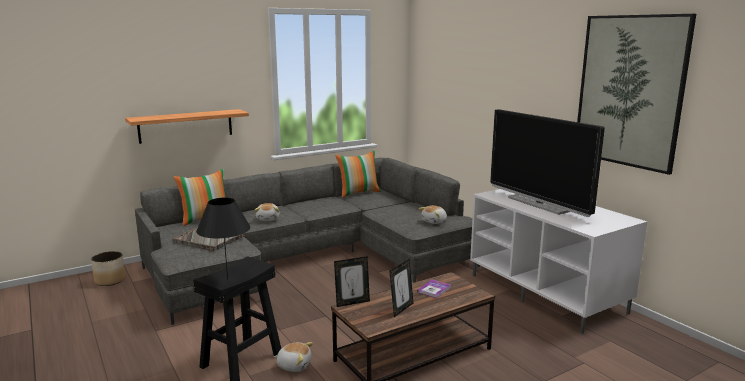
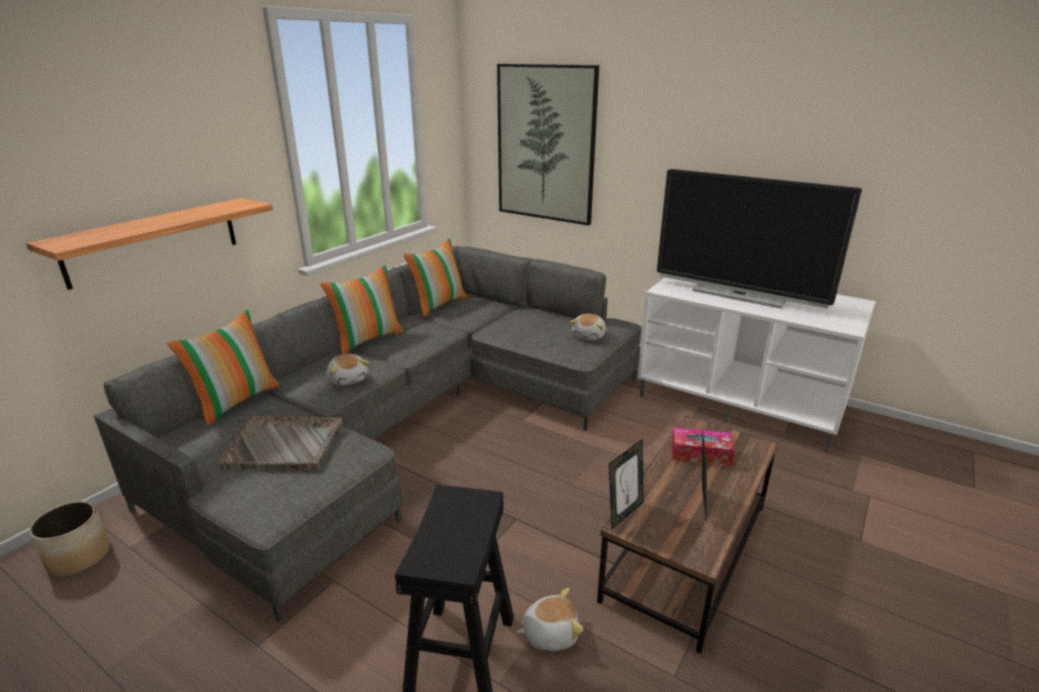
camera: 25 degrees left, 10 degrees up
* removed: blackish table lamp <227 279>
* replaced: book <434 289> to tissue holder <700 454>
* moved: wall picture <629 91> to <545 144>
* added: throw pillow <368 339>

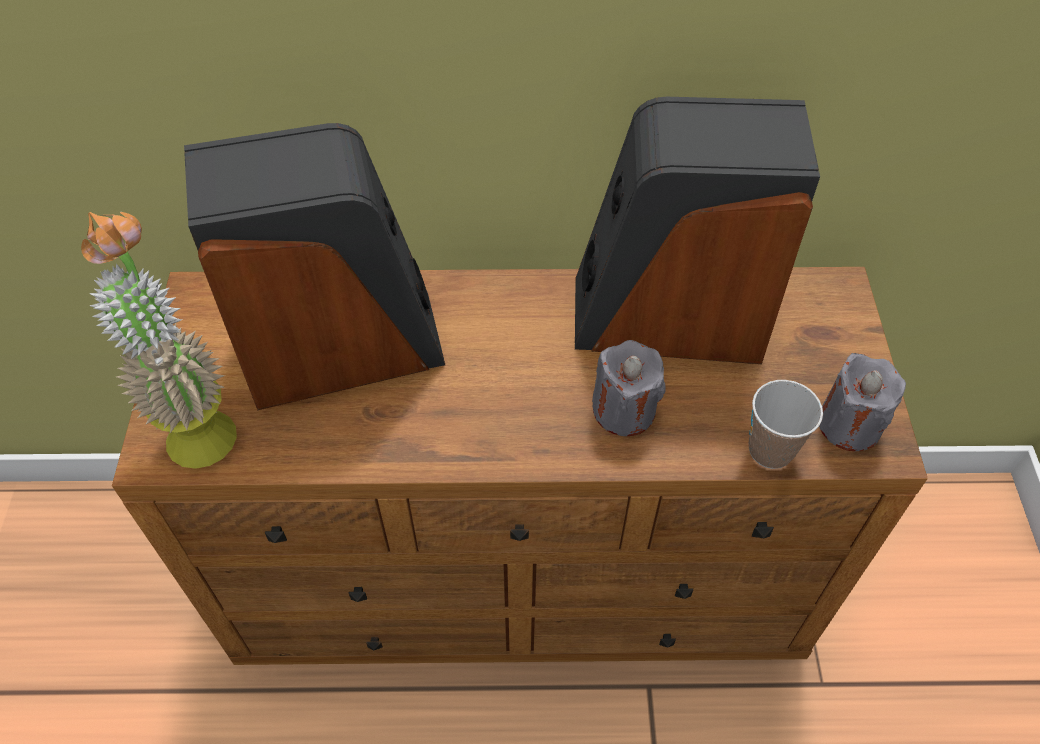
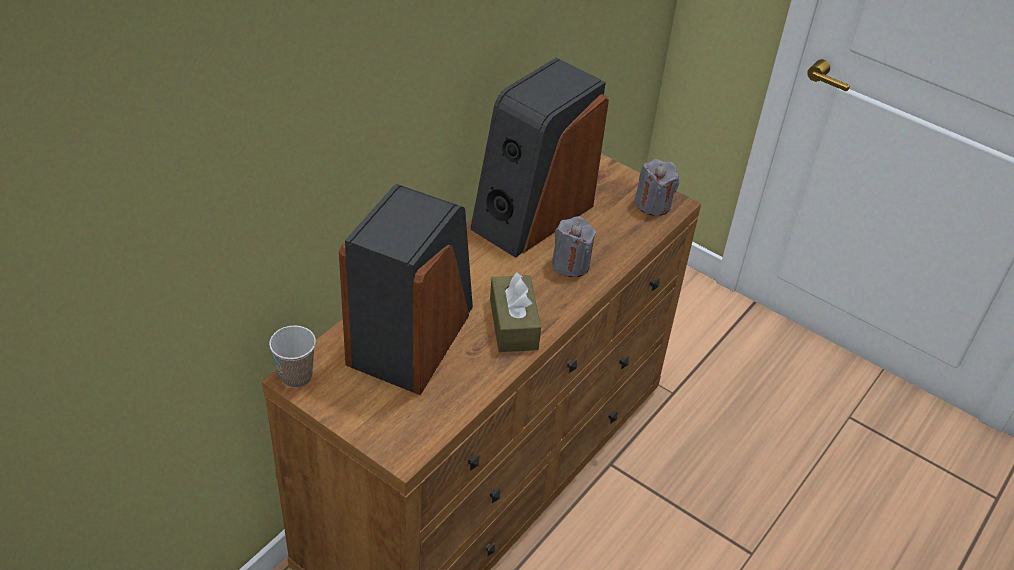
camera: 55 degrees left, 10 degrees down
* removed: plant in a pot <195 424>
* moved: drinking cup <770 450> to <296 377>
* added: brown-coloured tissue holder <513 324>

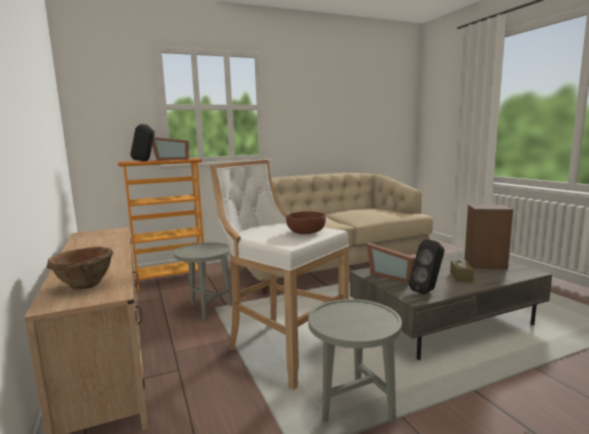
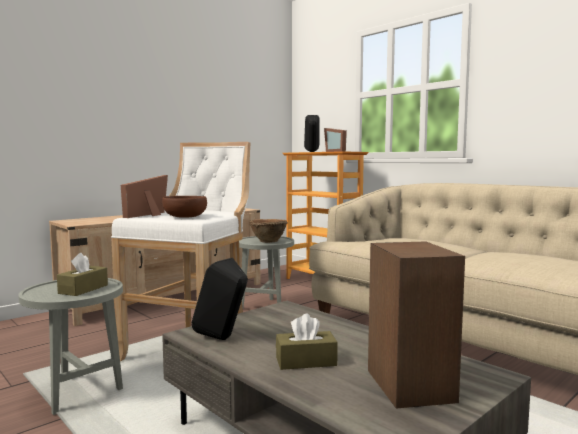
camera: 70 degrees right, 5 degrees down
* moved: brown-coloured bowl <84 285> to <268 241>
* moved: standing frame <391 276> to <151 215>
* added: brown-coloured tissue holder <83 289>

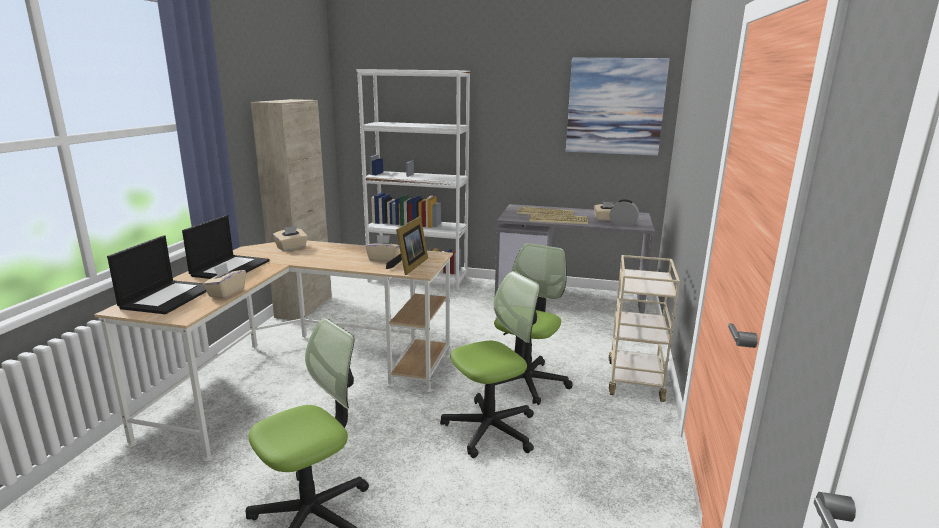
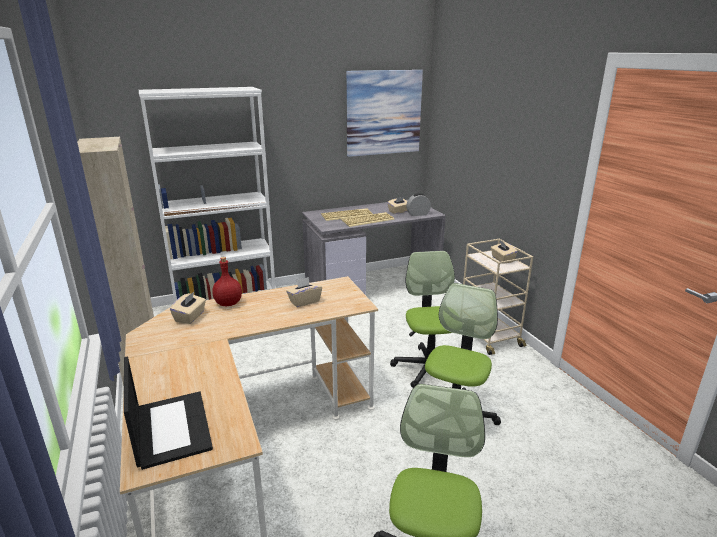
camera: 35 degrees left, 5 degrees up
* removed: notebook computer <230 268>
* moved: beige tissue holder <226 293> to <502 259>
* removed: standing frame <409 266>
* added: red drink bottle <228 303>

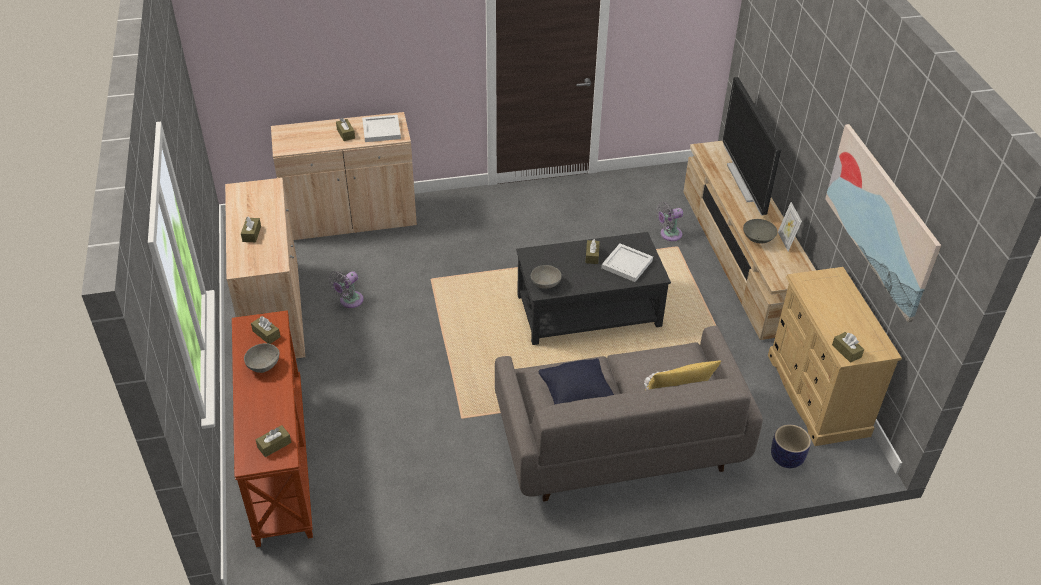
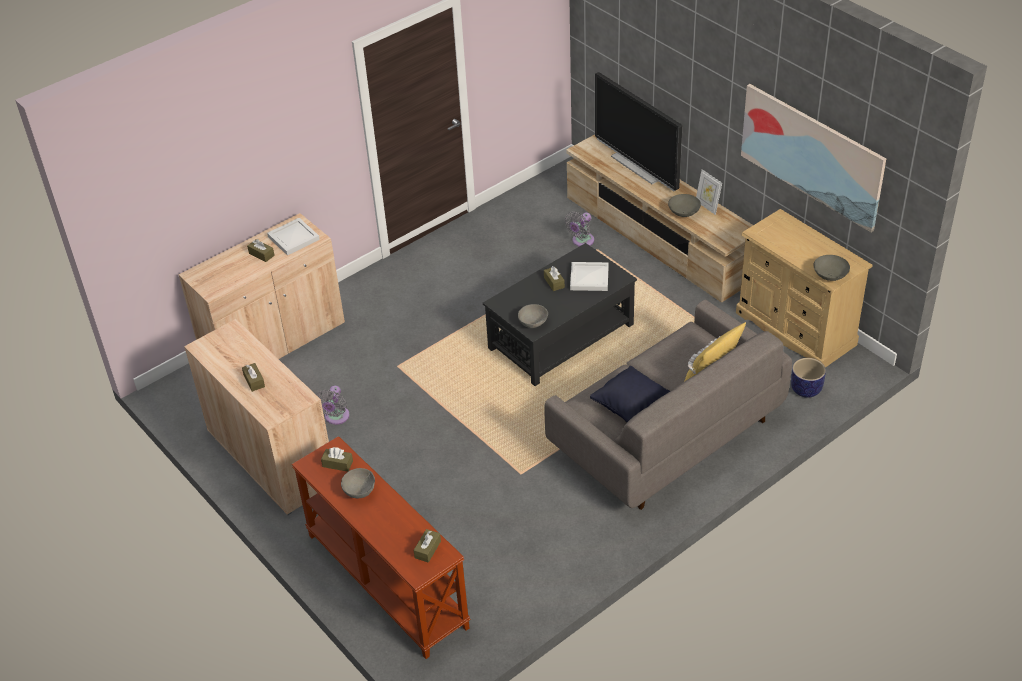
camera: 25 degrees left, 0 degrees up
* replaced: brown-coloured tissue holder <846 351> to gray bowl <829 276>

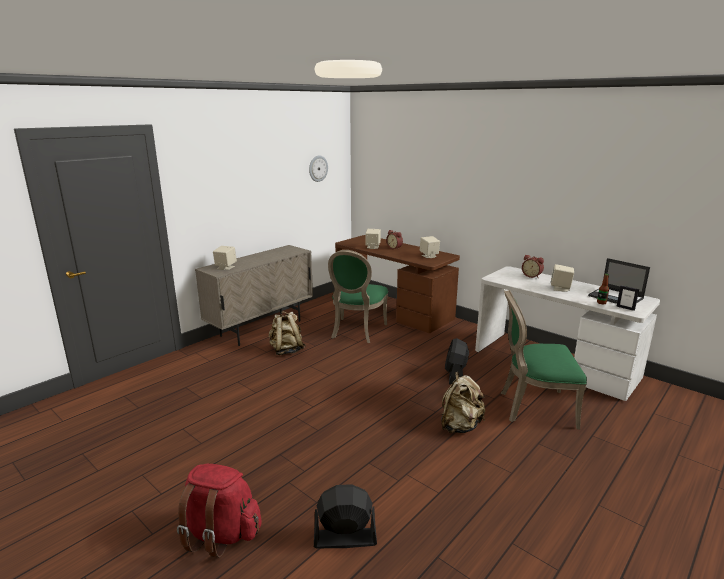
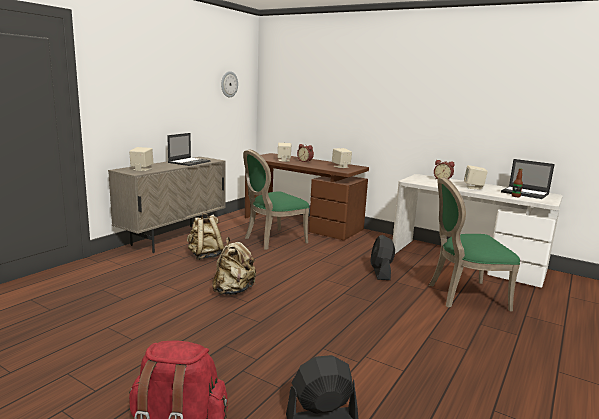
camera: 10 degrees left, 5 degrees down
* turned: green upright chair <356 331> = <272 240> 45 degrees clockwise
* moved: beige knapsack <460 426> to <233 291>
* removed: standing frame <625 308>
* added: notebook computer <189 162>

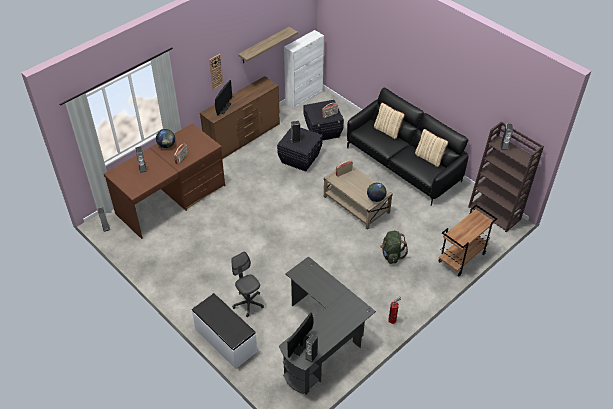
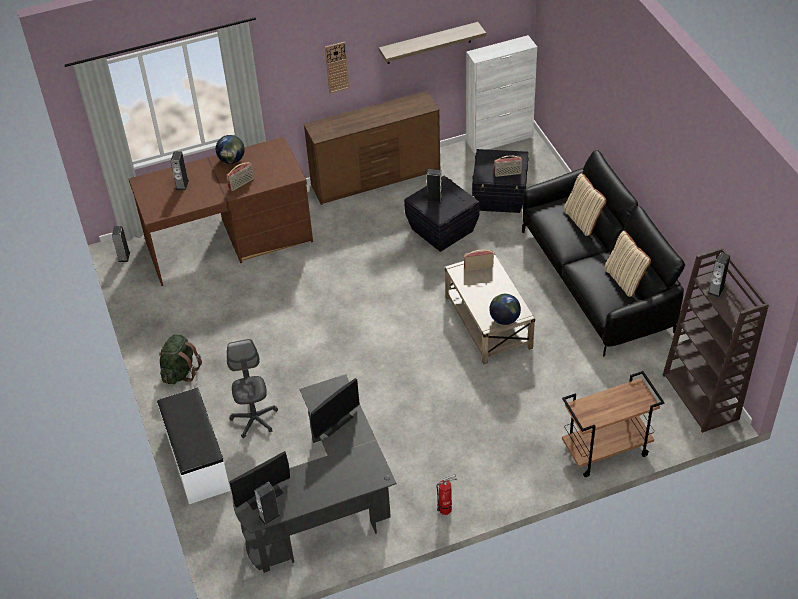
camera: 25 degrees right, 0 degrees up
* moved: monitor <223 107> to <336 422>
* moved: green knapsack <391 255> to <180 372>

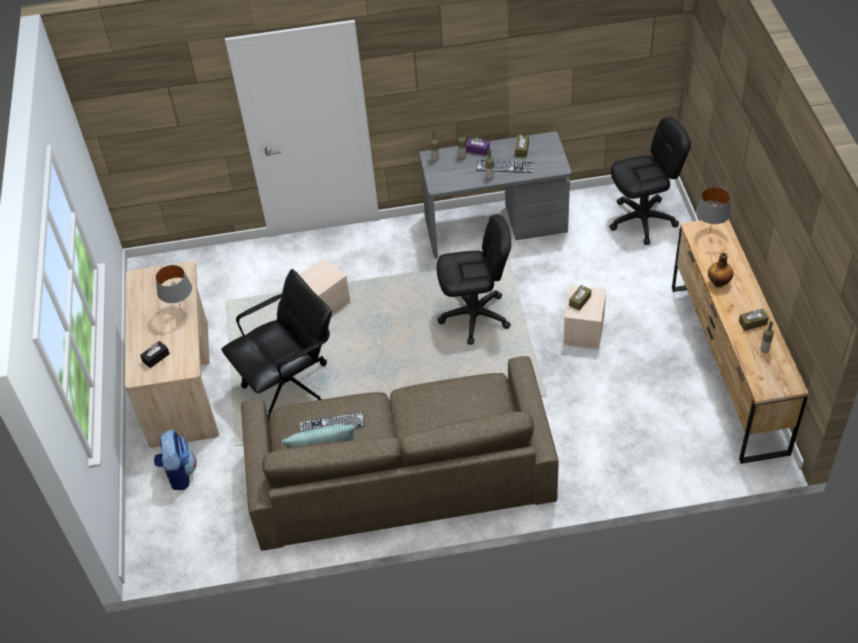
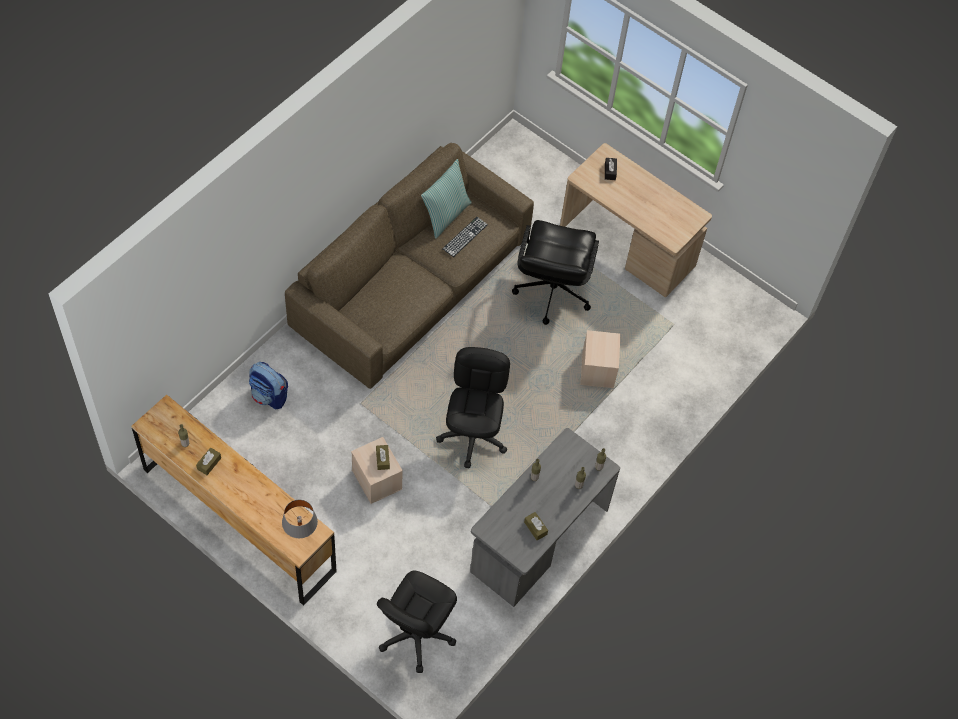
camera: 130 degrees right, 10 degrees up
* moved: knapsack <179 473> to <269 396>
* removed: gray table lamp <181 311>
* turned: blackish desk chair <475 316> = <473 436> 150 degrees clockwise
* removed: purple-coloured tissue holder <477 150>
* removed: PC keyboard <505 166>
* removed: drink bottle <719 282>

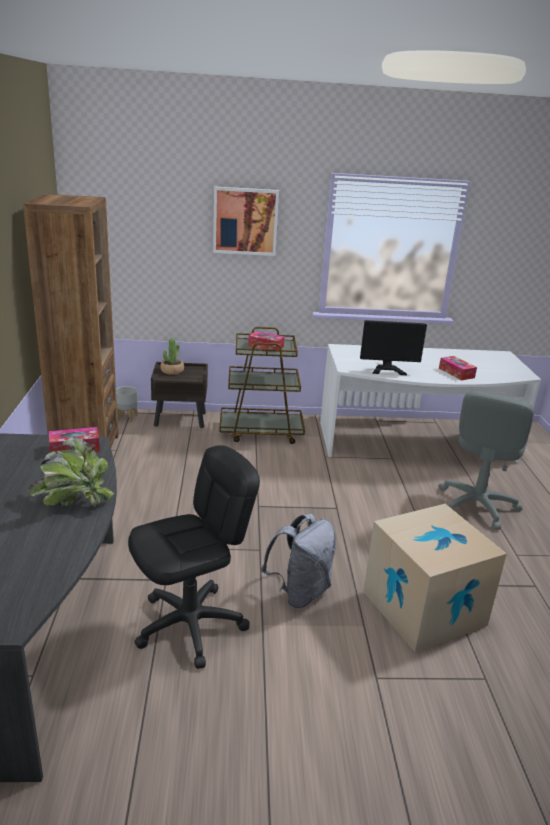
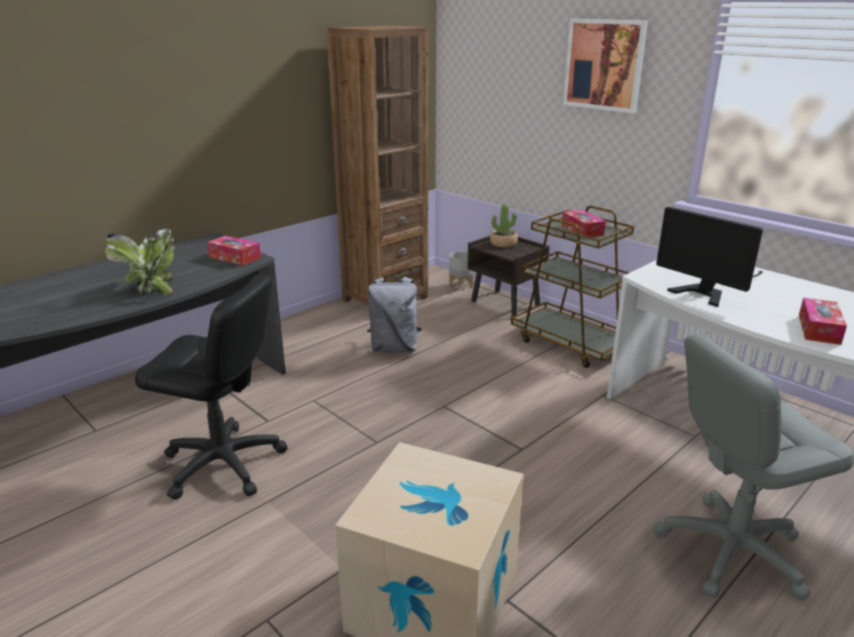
camera: 50 degrees right, 0 degrees up
* moved: gray knapsack <300 592> to <394 348>

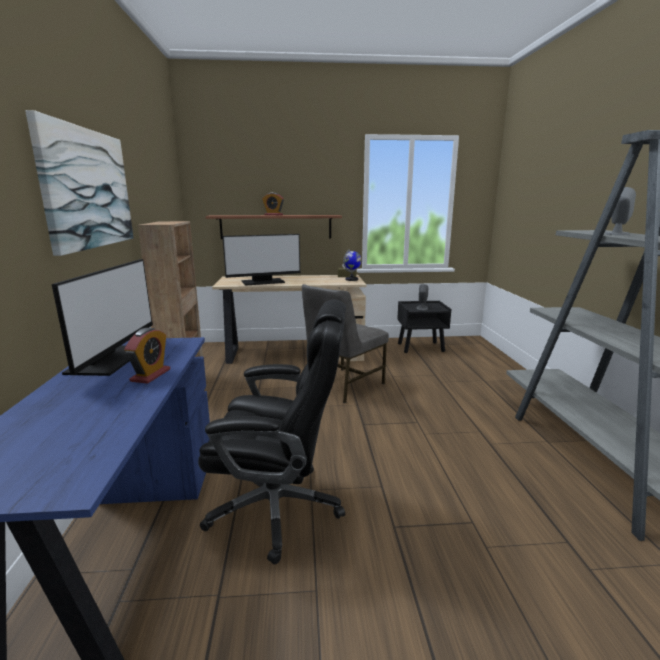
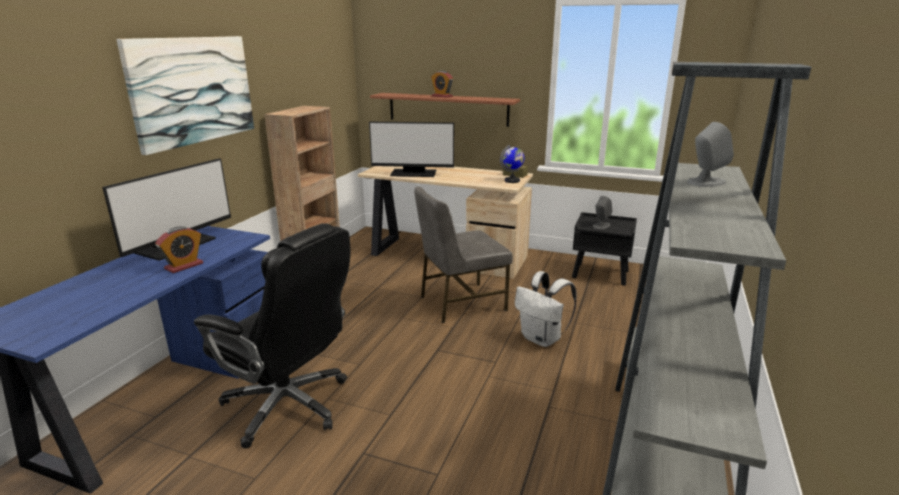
camera: 25 degrees right, 5 degrees up
* added: white-coloured knapsack <542 339>

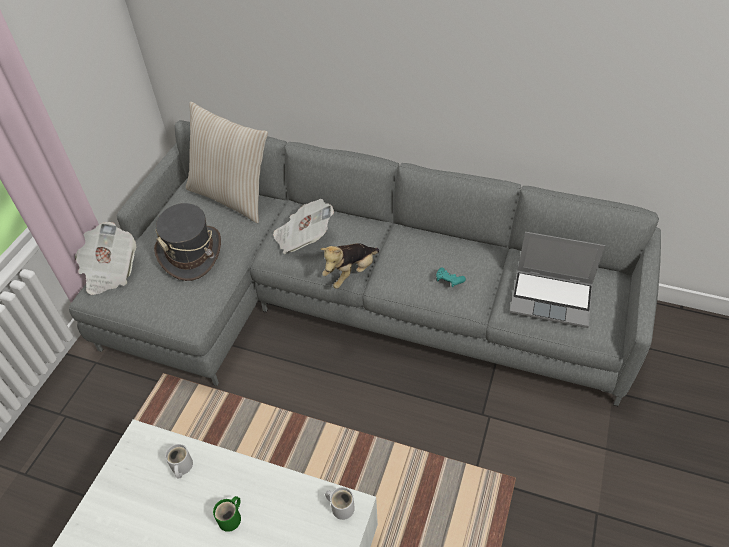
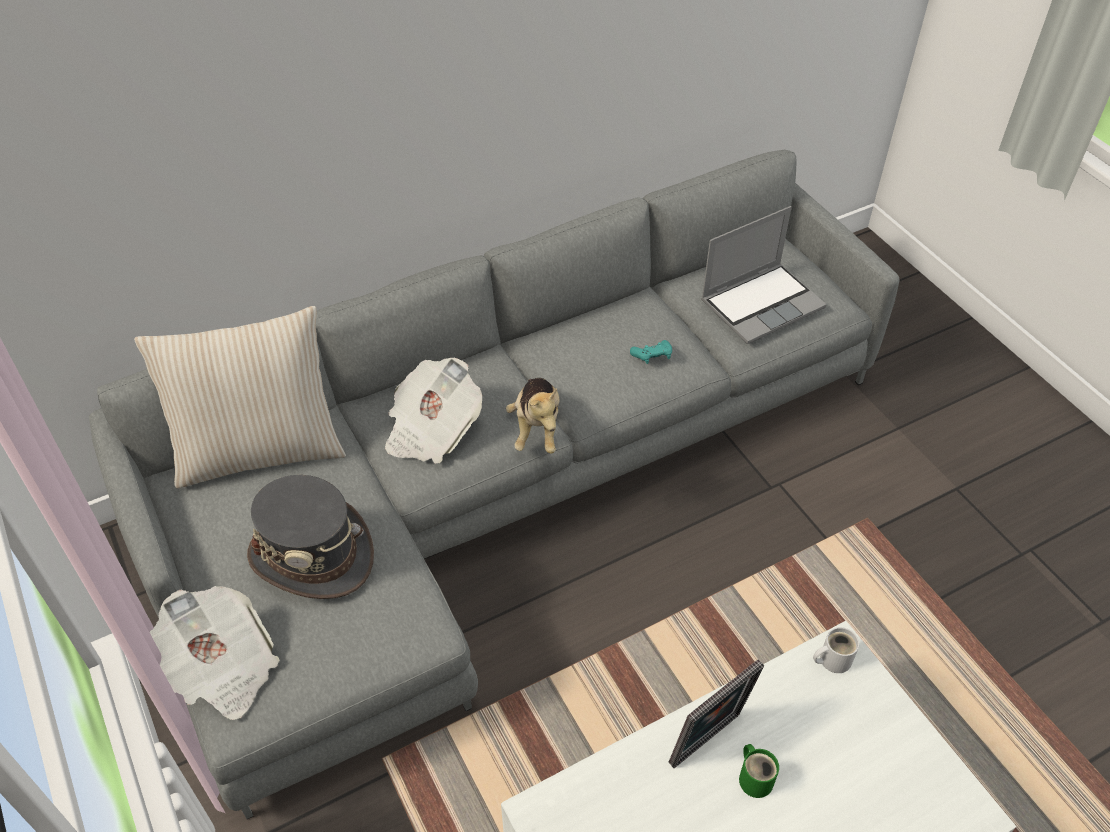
camera: 50 degrees left, 0 degrees up
* removed: white-coloured mug <181 467>
* added: standing frame <708 743>

